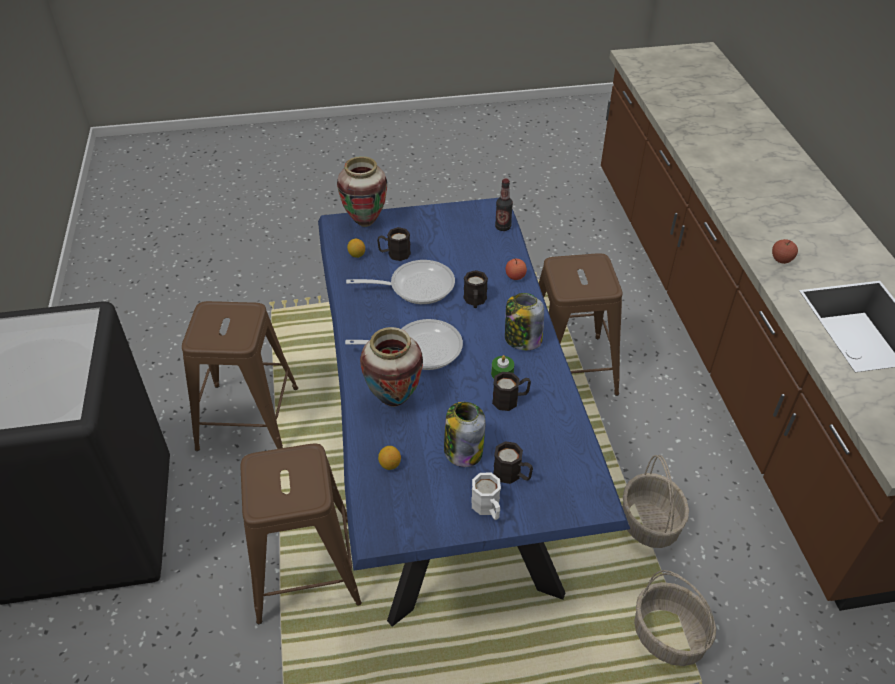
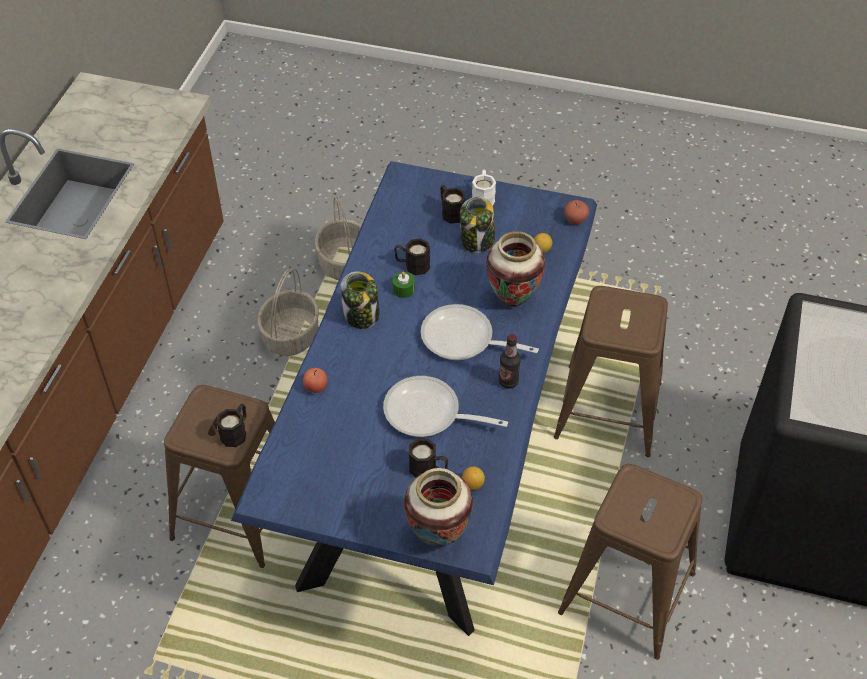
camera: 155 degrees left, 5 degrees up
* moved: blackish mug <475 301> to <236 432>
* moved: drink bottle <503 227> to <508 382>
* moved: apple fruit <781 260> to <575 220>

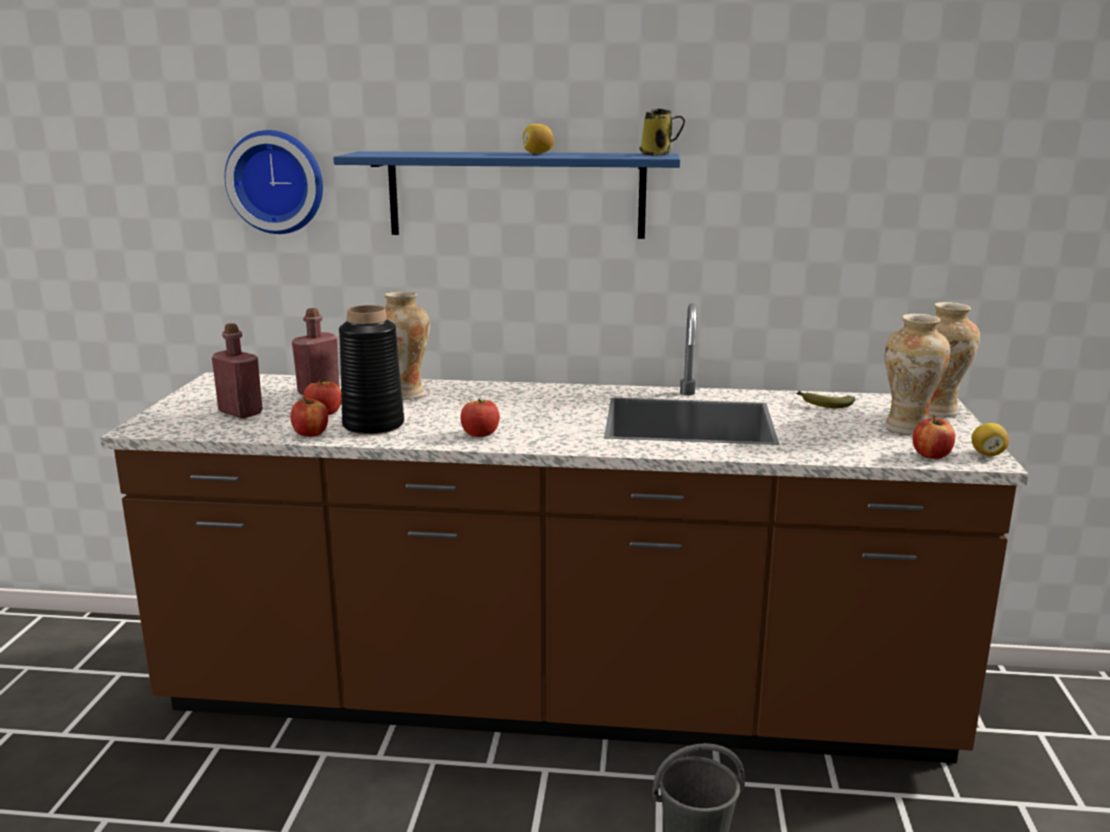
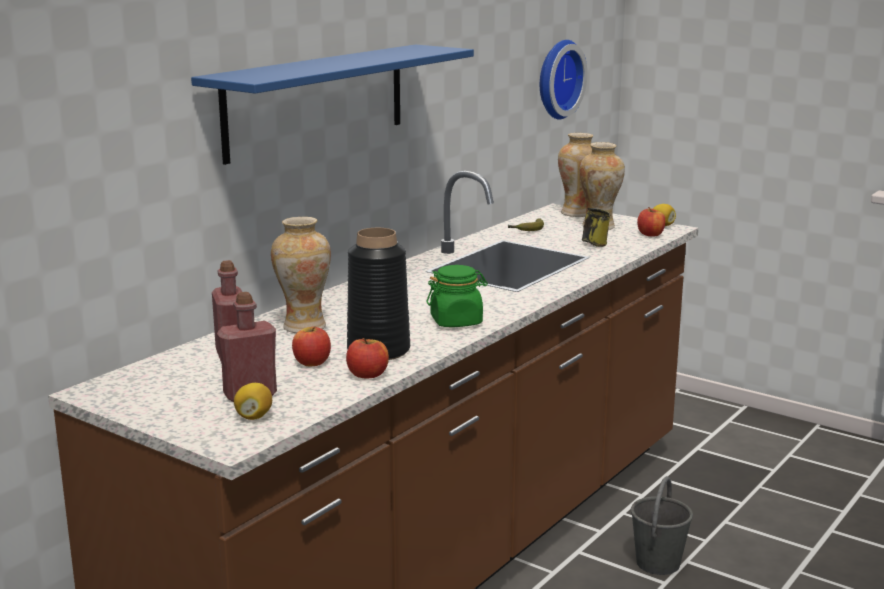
camera: 60 degrees left, 0 degrees up
* moved: clock on the wall <277 182> to <556 79>
* replaced: apple fruit <480 434> to green preserve jar <456 321>
* moved: citrus fruit <537 153> to <254 417>
* moved: mug <657 154> to <596 243>

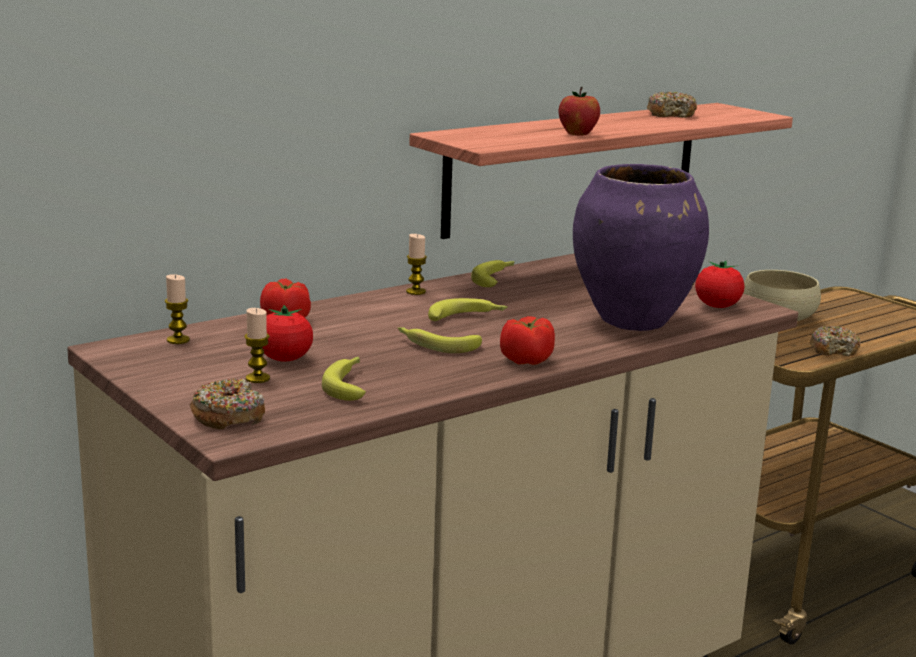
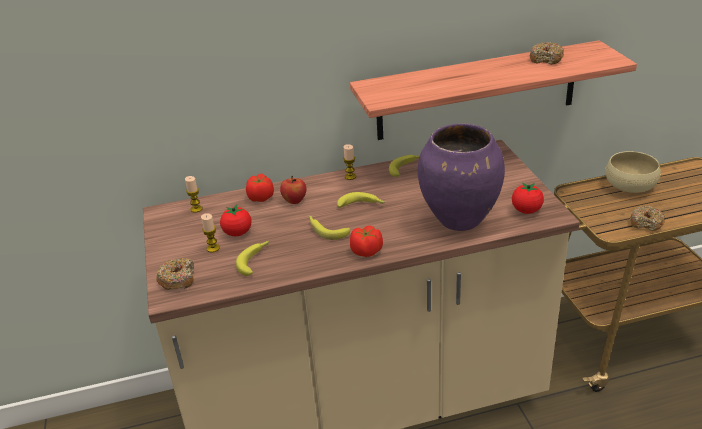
camera: 25 degrees right, 15 degrees up
* moved: apple fruit <577 134> to <294 201>

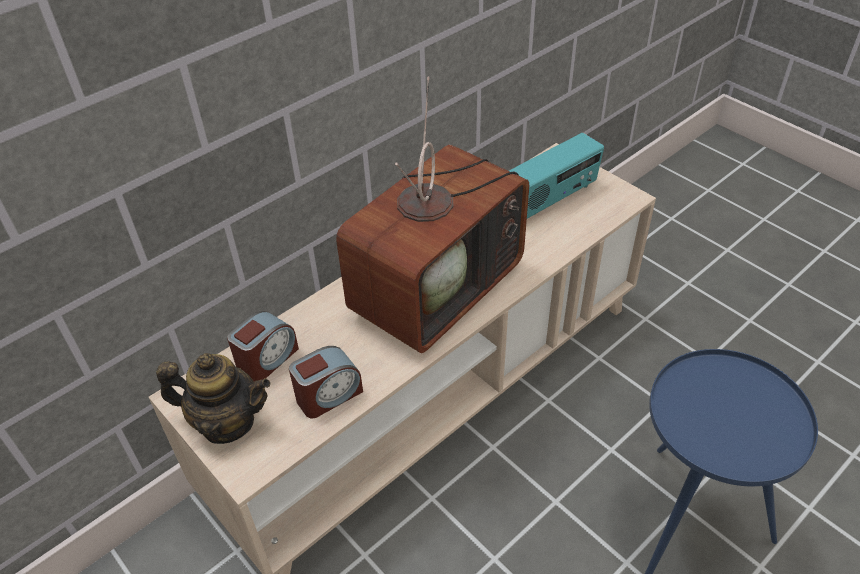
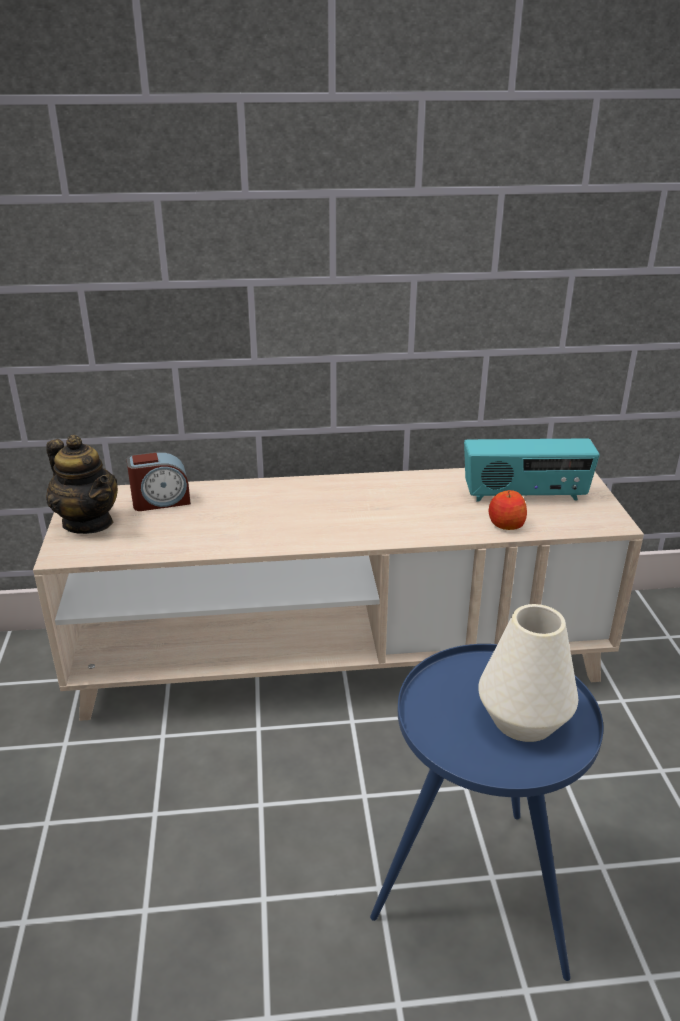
camera: 35 degrees right, 15 degrees down
* removed: bedside clock <328 395>
* removed: TV <436 286>
* added: white-coloured decorative vase <523 720>
* added: apple fruit <505 524>

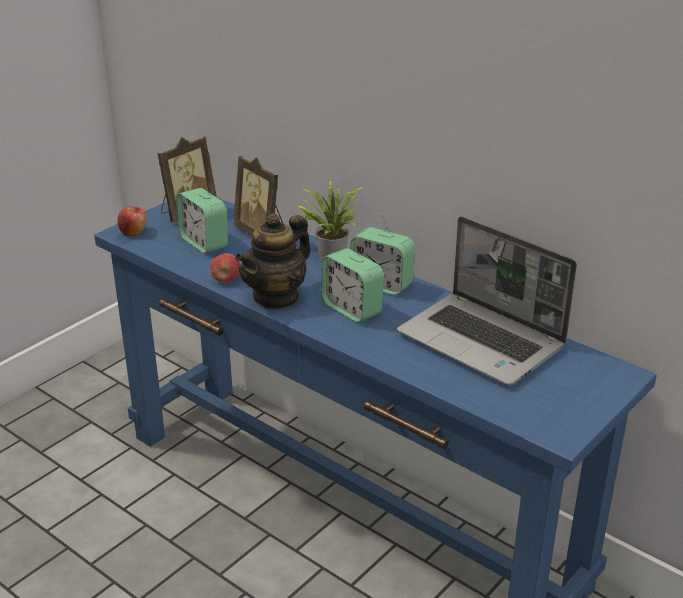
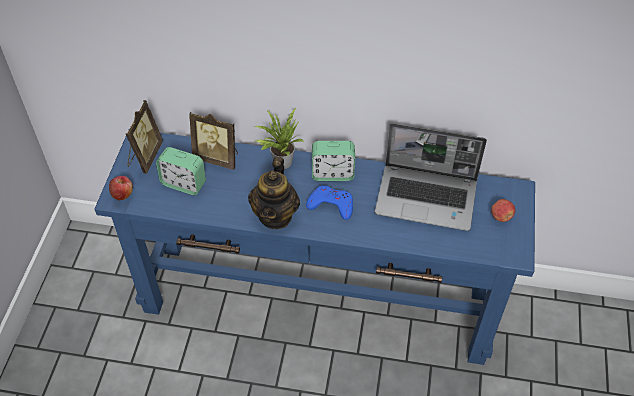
camera: 30 degrees left, 20 degrees up
* moved: apple fruit <226 280> to <501 217>
* replaced: bedside clock <352 309> to bluish joypad <331 205>

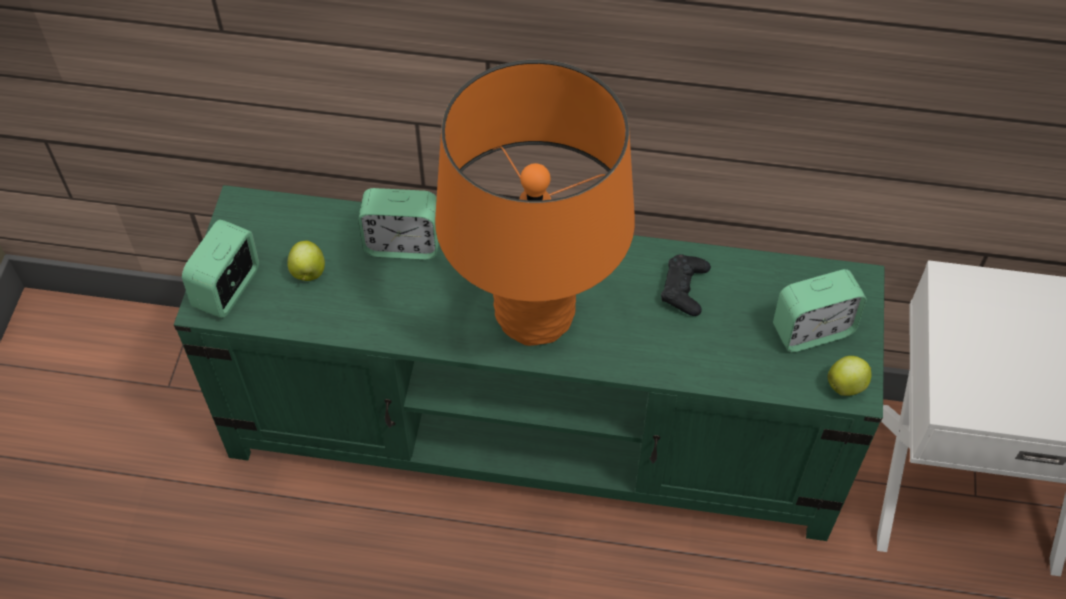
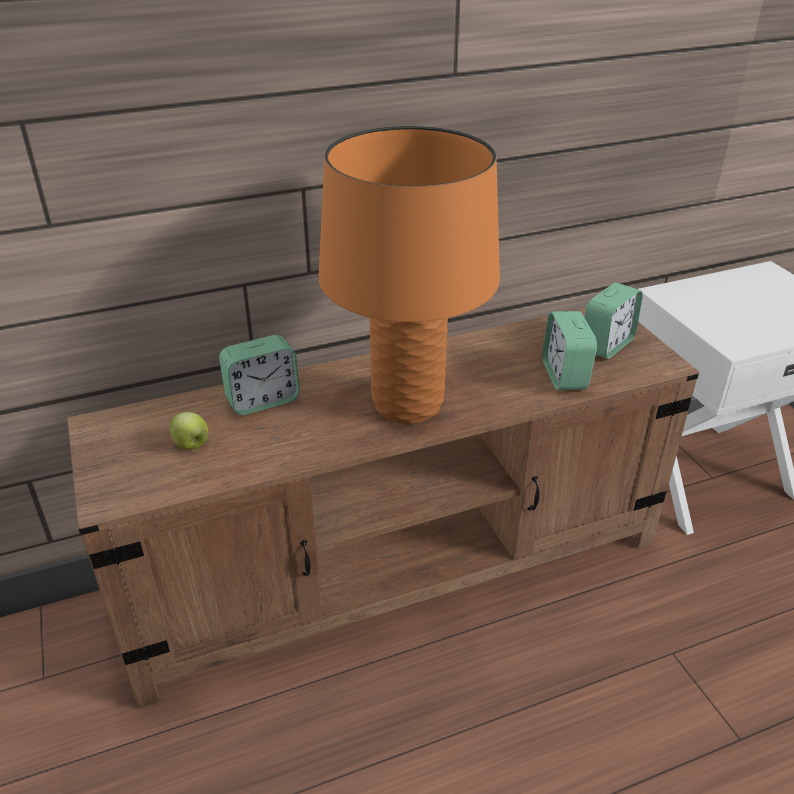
camera: 30 degrees left, 20 degrees down
* recoloured: green media console <536 431> to brown-coloured media console <397 568>
* moved: bedside clock <228 289> to <564 375>
* removed: blackish joypad <684 289>
* removed: apple fruit <846 385>

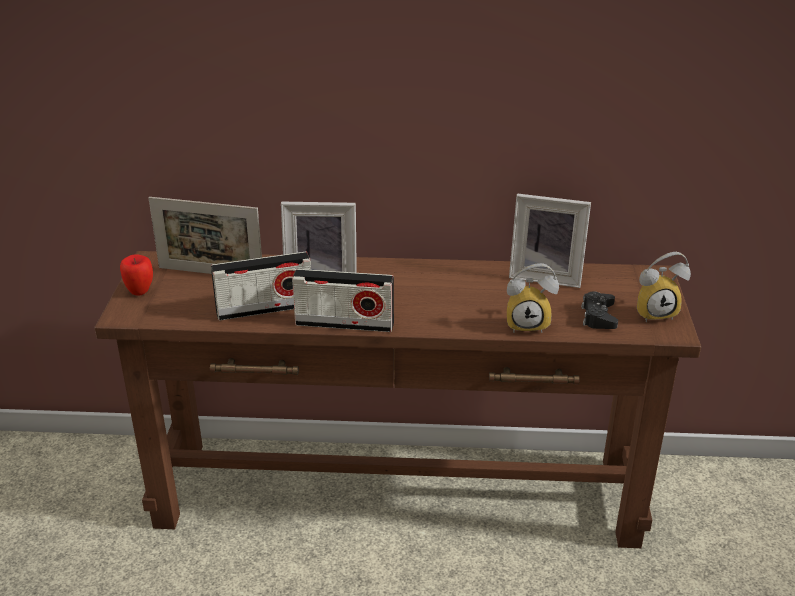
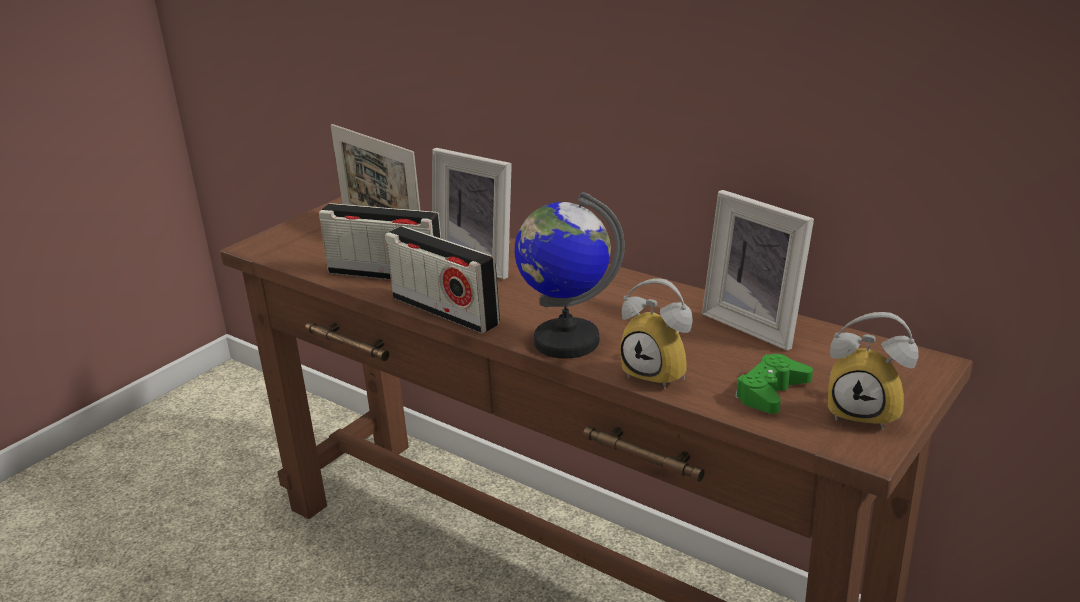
camera: 35 degrees right, 5 degrees down
* removed: apple fruit <140 291>
* recoloured: blackish joypad <598 316> to green joypad <771 392>
* added: globe <566 341>

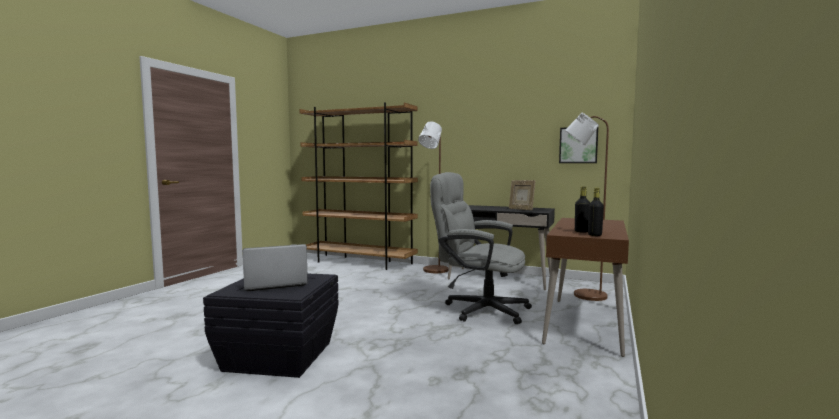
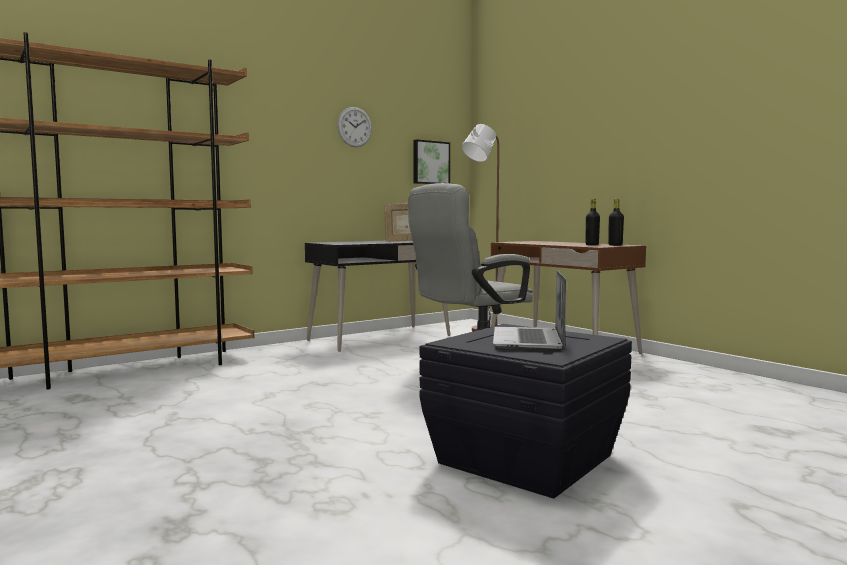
camera: 60 degrees left, 0 degrees up
* removed: brown-coloured standard lamp <433 271>
* added: clock on the wall <354 127>

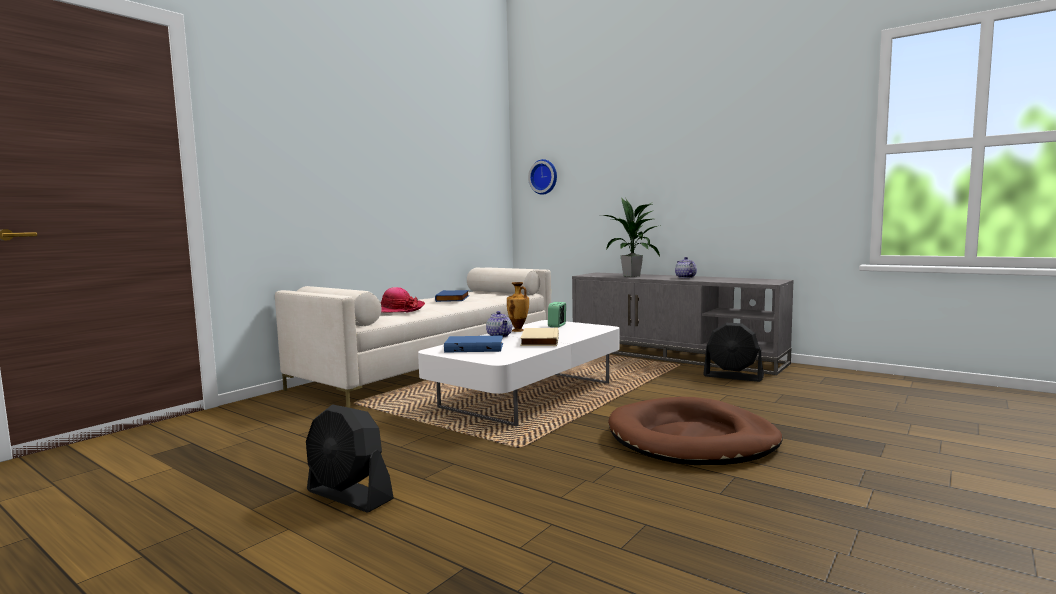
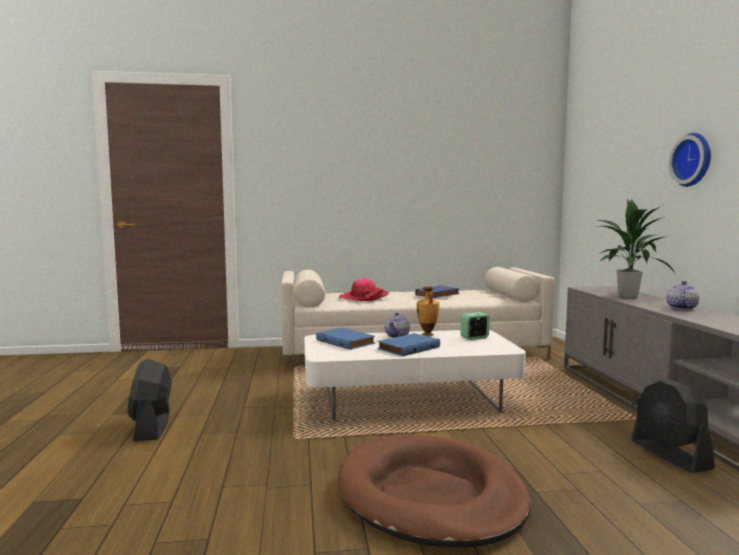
camera: 45 degrees right, 0 degrees up
* recoloured: beige book <538 340> to bluish book <408 348>
* moved: clock on the wall <544 177> to <694 159>

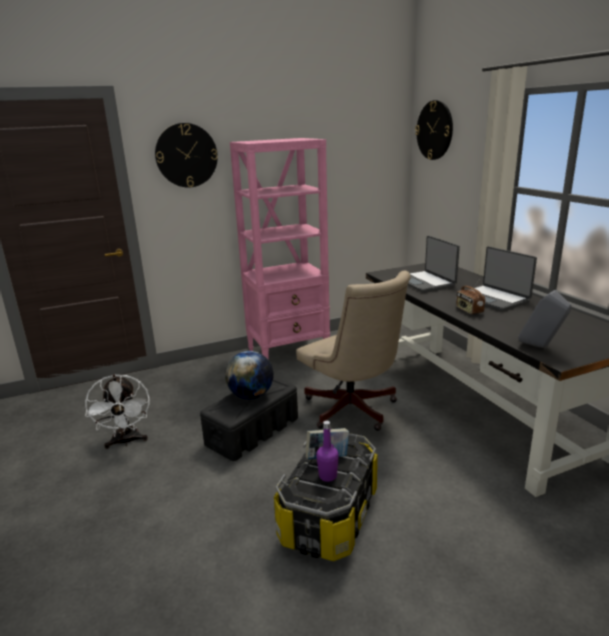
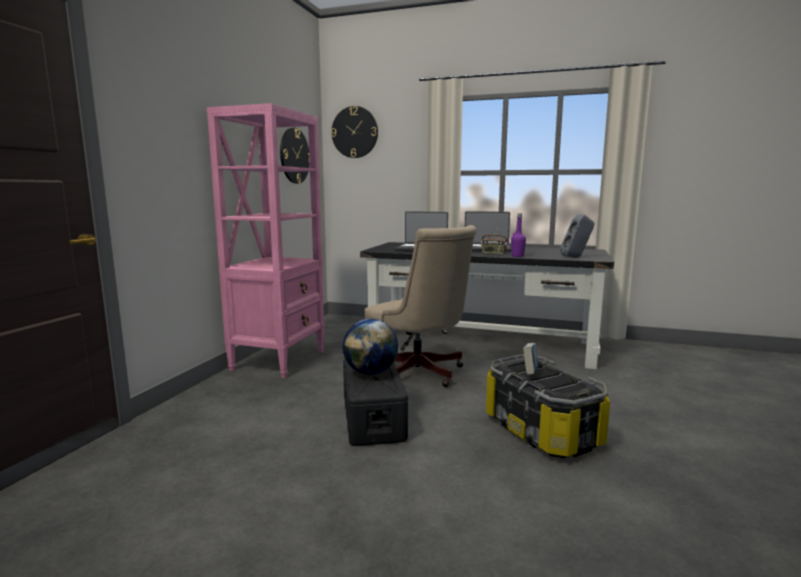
camera: 50 degrees left, 10 degrees down
* removed: white-coloured fan <126 441>
* moved: clock on the wall <186 155> to <294 156>
* turned: beige desk chair <353 411> = <420 374> 45 degrees clockwise
* moved: purple-coloured drink bottle <327 476> to <517 256>

